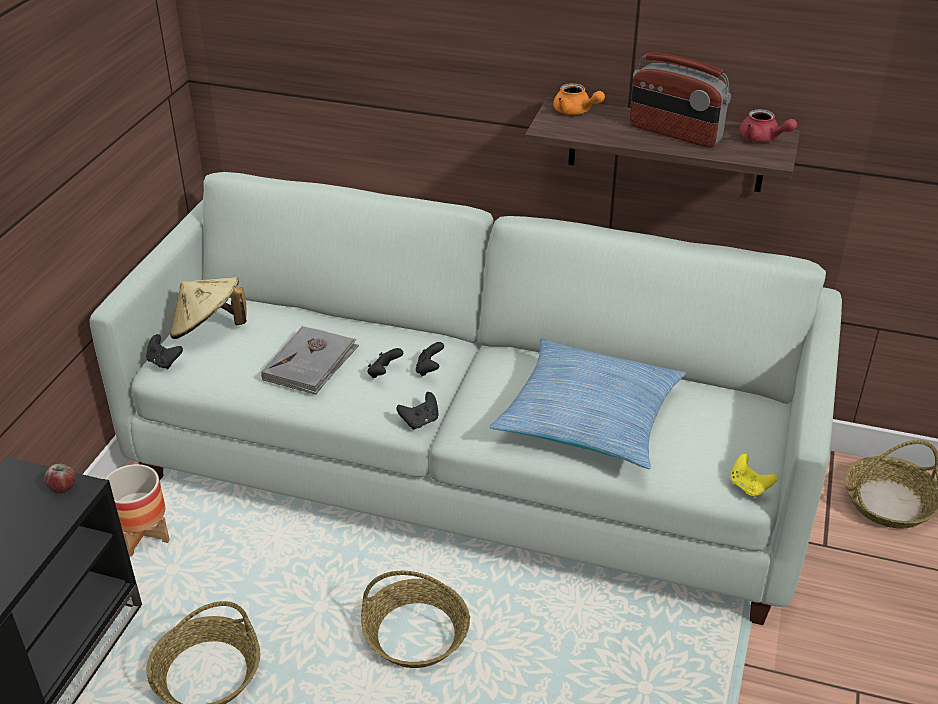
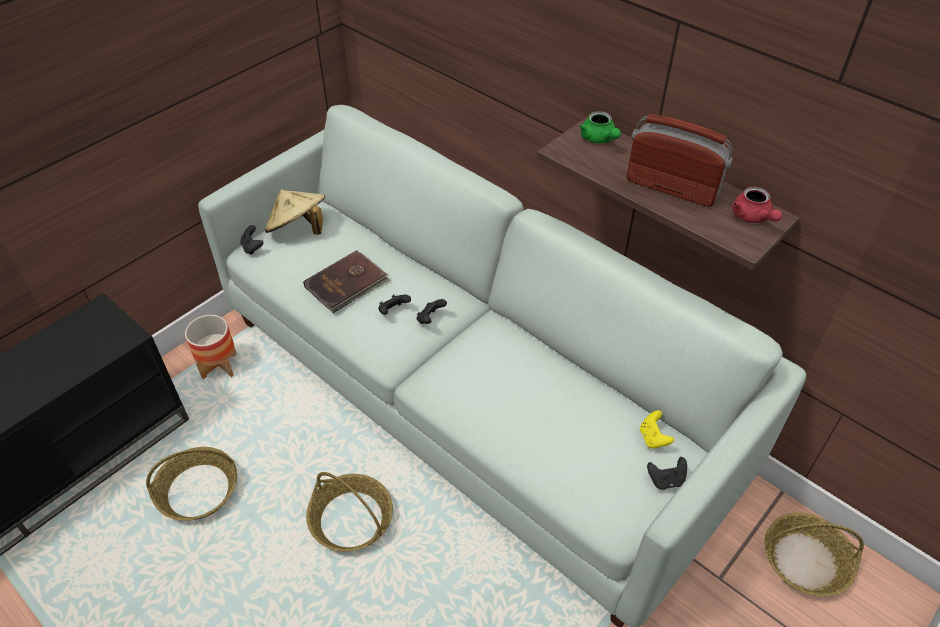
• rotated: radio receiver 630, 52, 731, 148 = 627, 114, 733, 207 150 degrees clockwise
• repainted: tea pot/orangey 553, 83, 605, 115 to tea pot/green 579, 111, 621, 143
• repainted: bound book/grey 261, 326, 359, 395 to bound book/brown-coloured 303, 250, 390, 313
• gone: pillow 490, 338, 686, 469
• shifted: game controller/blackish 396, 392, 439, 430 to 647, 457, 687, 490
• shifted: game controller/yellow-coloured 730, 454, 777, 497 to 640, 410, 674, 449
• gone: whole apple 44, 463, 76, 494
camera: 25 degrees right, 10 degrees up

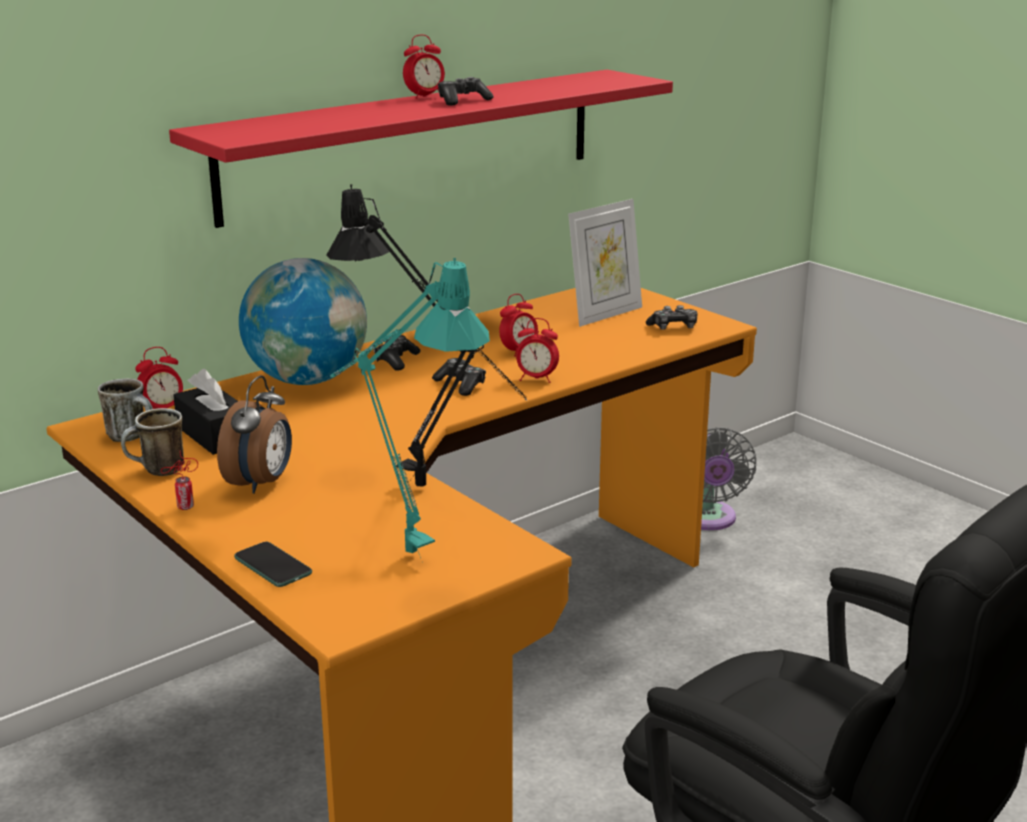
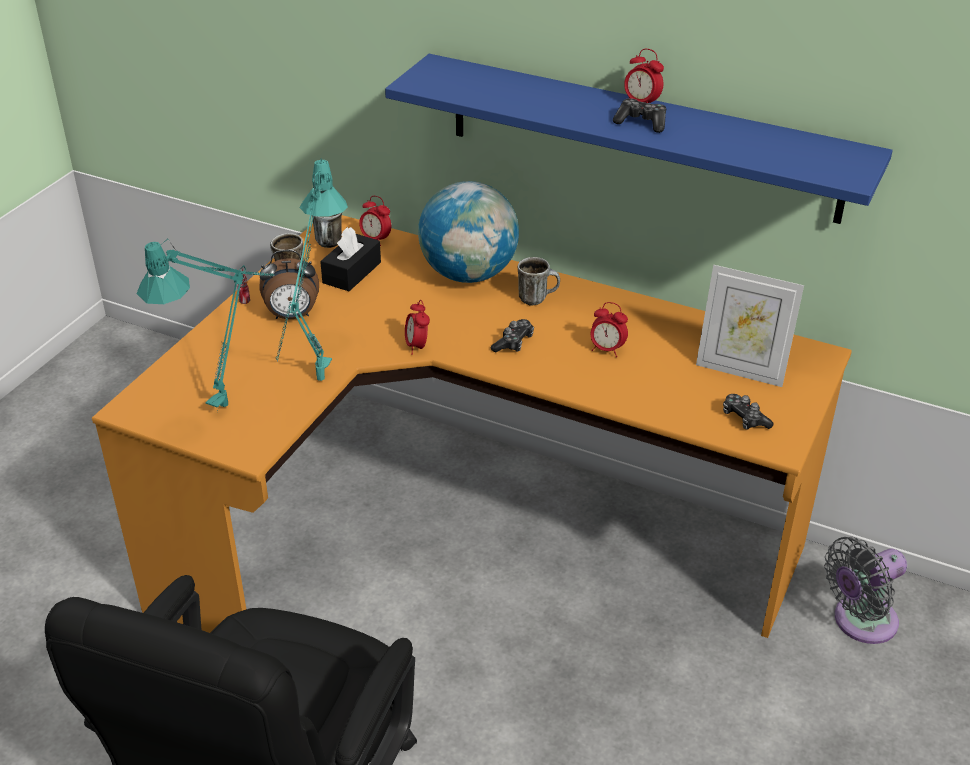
• repainted: shelf/reddish 169, 70, 673, 228 to shelf/blue 385, 54, 893, 224
• repainted: tabletop lamp/blackish 327, 185, 527, 486 to tabletop lamp/turquoise-coloured 276, 159, 348, 381
• shifted: table clock 516, 318, 559, 383 to 405, 300, 430, 355
• swapped: game controller 374, 335, 421, 371 to coffee mug 518, 257, 560, 306
• gone: handset 234, 542, 312, 587
camera: 65 degrees right, 15 degrees up

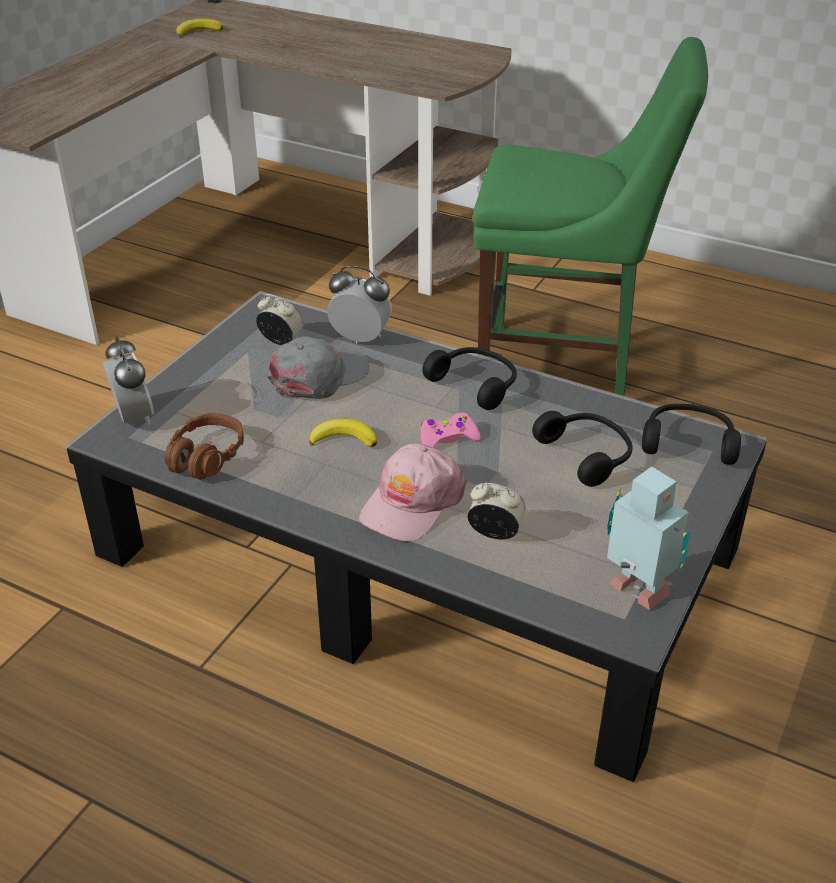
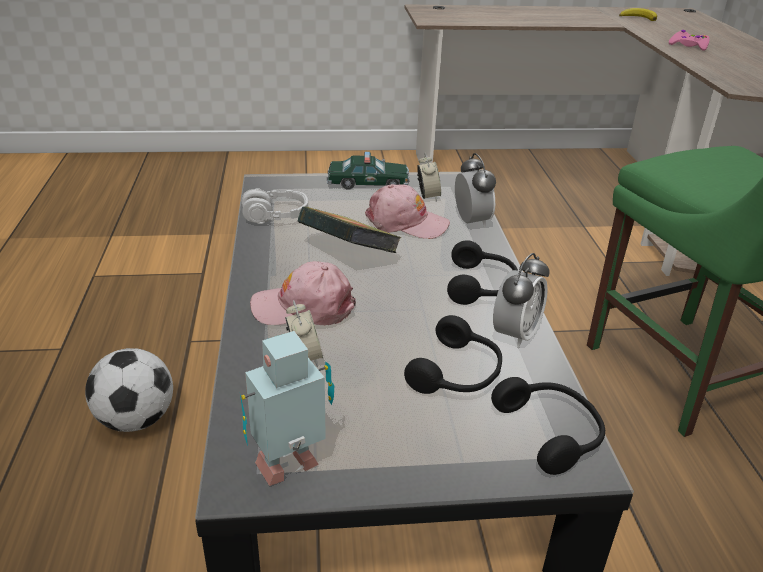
• shifted: table clock 103, 336, 154, 425 to 493, 253, 549, 348
• repainted: peaked cap/grey 267, 336, 369, 399 to peaked cap/pink-coloured 365, 184, 450, 239
• repainted: headset/brown-coloured 164, 413, 244, 480 to headset/grey 241, 188, 308, 224
• shifted: game controller/pink-coloured 421, 413, 481, 448 to 669, 30, 709, 51
• swapped: banana fruit 309, 418, 377, 448 to bound book 298, 206, 401, 253
• rotated: model robot 607, 466, 690, 610 = 240, 331, 334, 486 135 degrees counterclockwise
• new: toy car 327, 152, 409, 190
• new: football 85, 348, 173, 432
camera: 55 degrees right, 5 degrees down

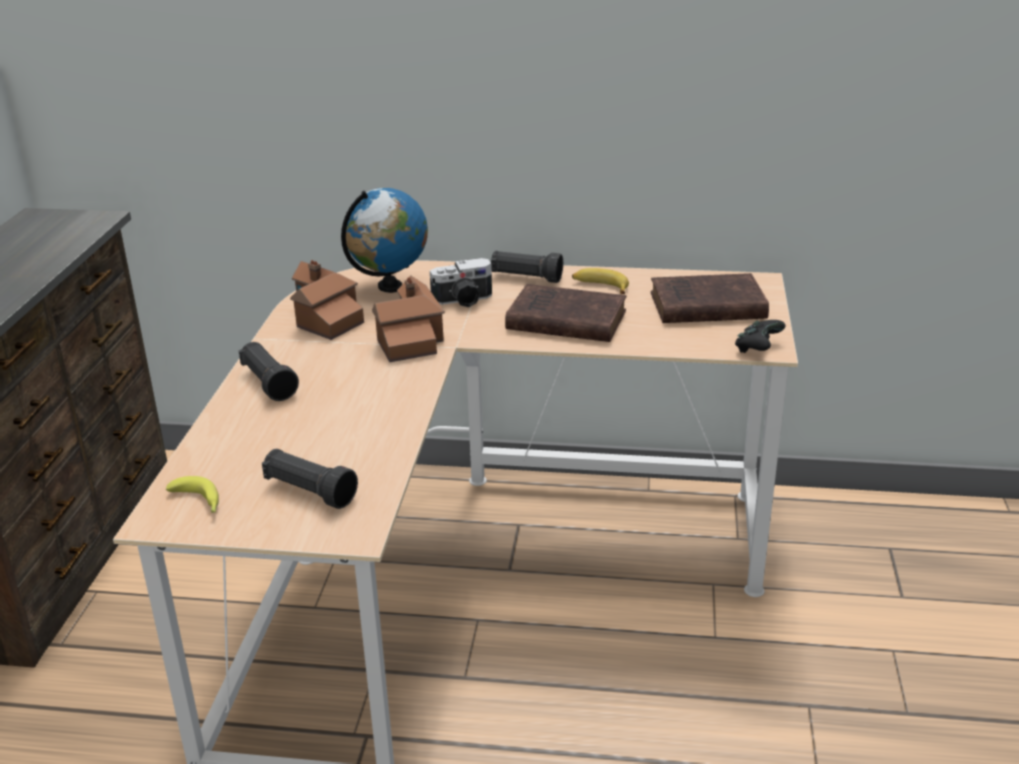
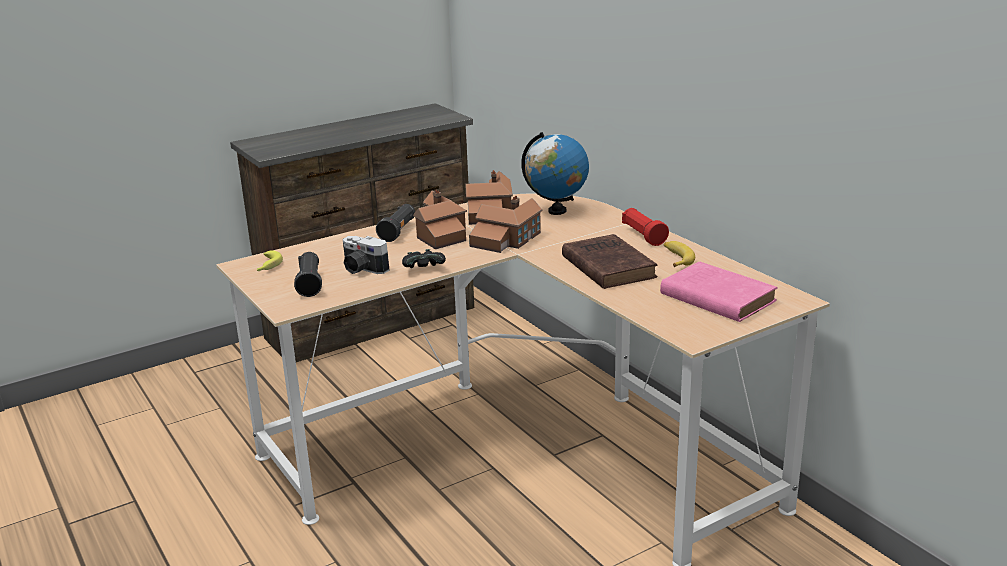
• repainted: torch/blackish 491, 251, 563, 283 to torch/reddish 622, 208, 669, 246
• shifted: photo camera 430, 258, 492, 307 to 343, 236, 390, 274
• repainted: bound book/brown-coloured 651, 273, 769, 323 to bound book/pink-coloured 660, 262, 778, 322
• shifted: game controller/blackish 735, 320, 786, 353 to 402, 249, 446, 268
• new: model house 413, 190, 467, 249
camera: 50 degrees right, 5 degrees down

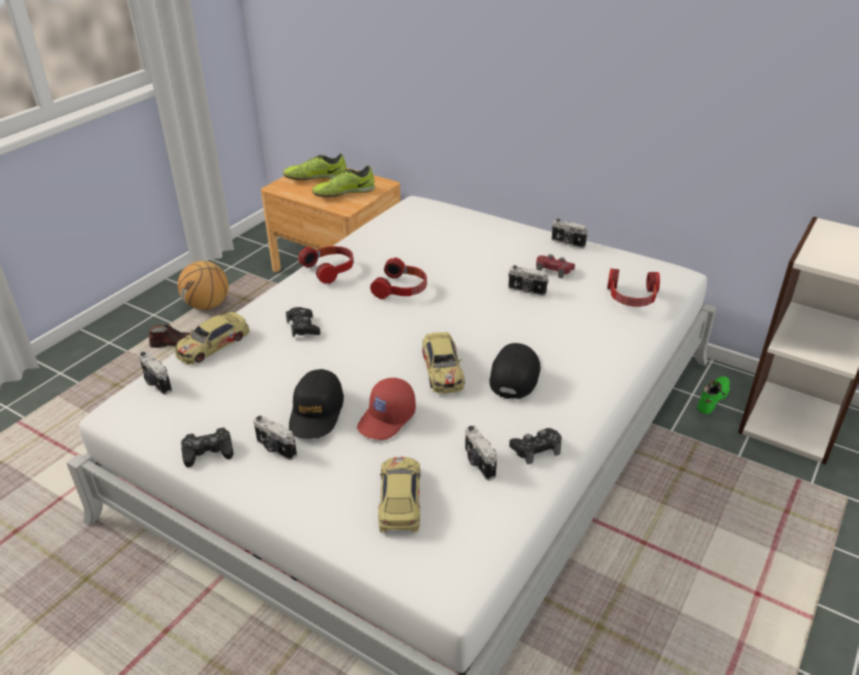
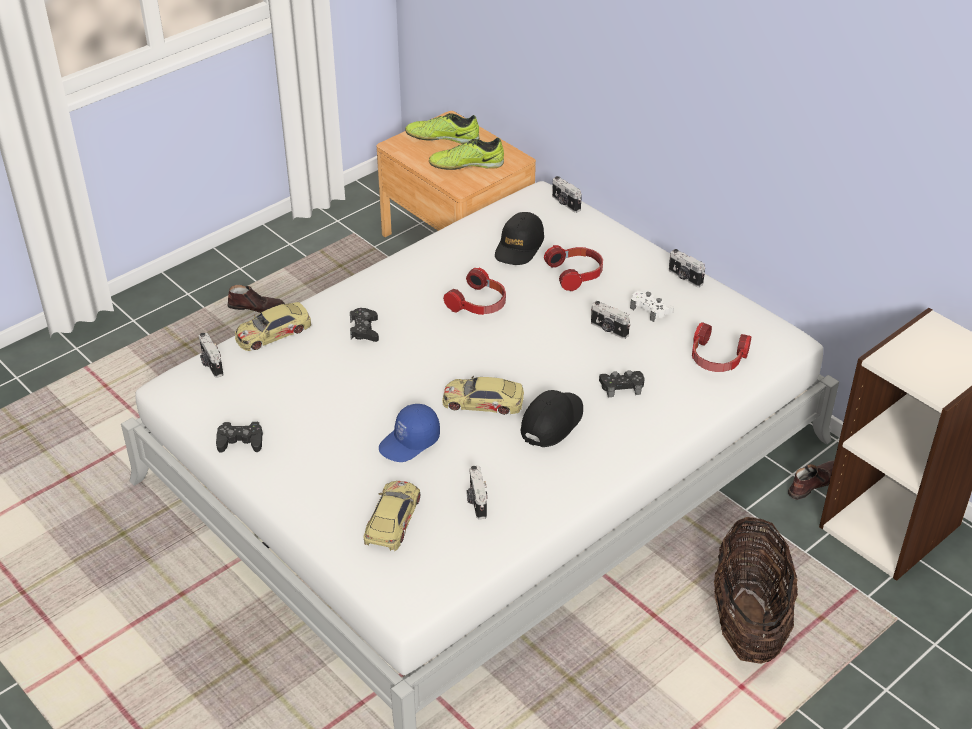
• shifted: headset 298, 246, 354, 284 to 544, 245, 603, 291
• repainted: game controller/reddish 536, 254, 575, 278 to game controller/whitish 630, 290, 674, 322
• gone: ball for basketball 178, 261, 228, 310
• rotated: toy car 422, 332, 465, 394 = 442, 376, 524, 415 90 degrees clockwise
• shifted: peaked cap/blackish 289, 369, 344, 439 to 495, 212, 544, 265
• repainted: item of footwear/green 697, 376, 731, 414 to item of footwear/brown-coloured 788, 461, 834, 500
• repainted: peaked cap/reddish 357, 378, 416, 440 to peaked cap/blue 379, 404, 440, 462
• shifted: photo camera 253, 415, 297, 460 to 552, 176, 582, 213
• shifted: game controller/blackish 509, 428, 562, 465 to 599, 370, 645, 397
• new: storage basket 714, 517, 798, 664
camera: 15 degrees right, 5 degrees up

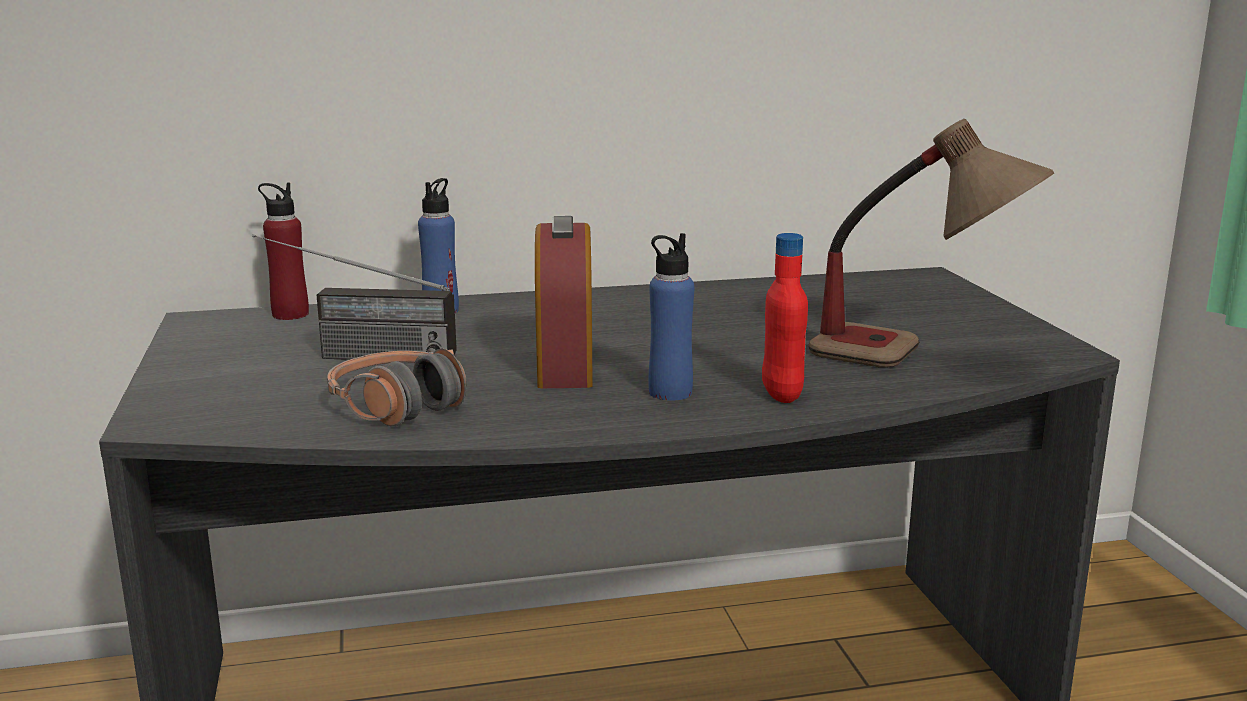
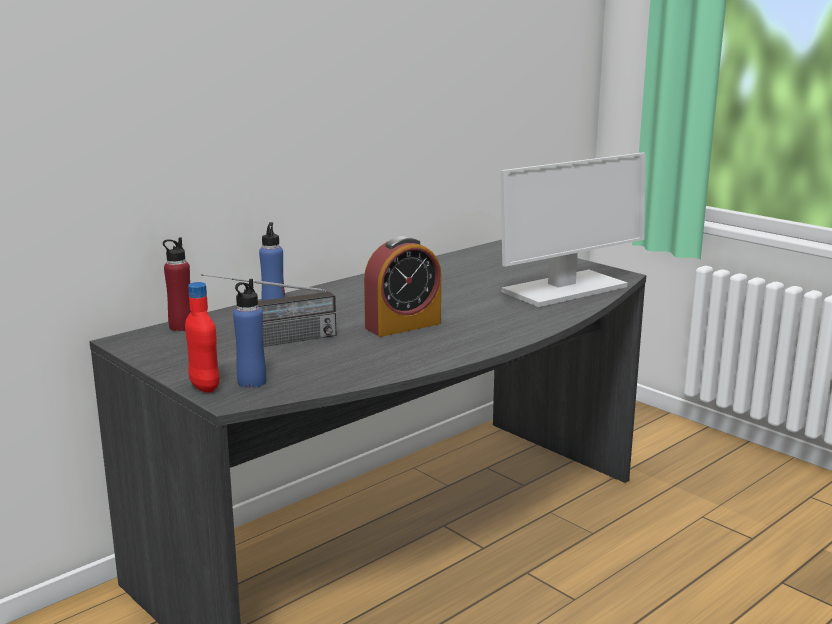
• swapped: tabletop lamp 808, 119, 1054, 368 to monitor 500, 153, 646, 307
• rotated: table clock 535, 216, 593, 388 = 364, 236, 441, 337 90 degrees counterclockwise
• shifted: beverage bottle/blue 648, 233, 694, 401 to 233, 279, 266, 388
• shifted: beverage bottle/reddish 762, 233, 808, 403 to 185, 282, 219, 392
• gone: headset 327, 349, 467, 426
camera: 30 degrees left, 0 degrees up

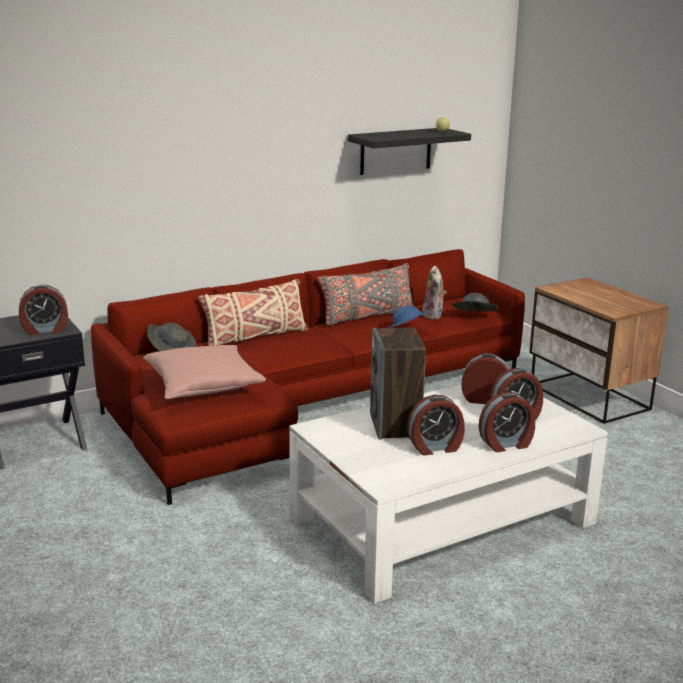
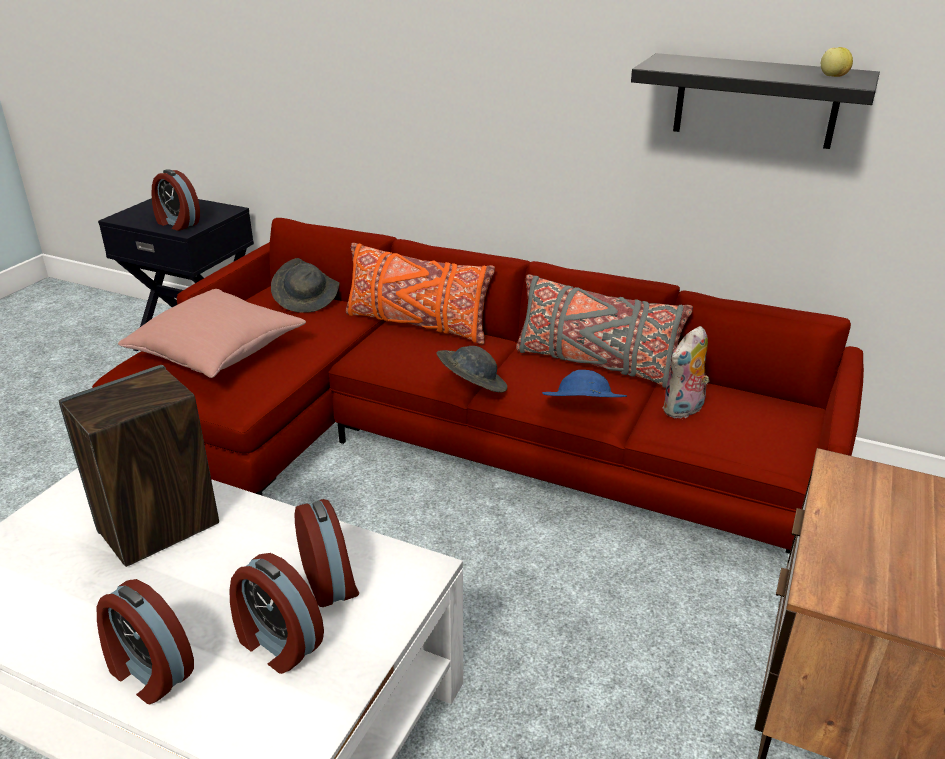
• repainted: pillow/beige 198, 279, 308, 346 to pillow/orangey 346, 243, 495, 344
• shifted: clothing hat/grey 452, 293, 498, 312 to 437, 346, 507, 392
• gone: table clock 407, 395, 465, 455
camera: 55 degrees right, 10 degrees up

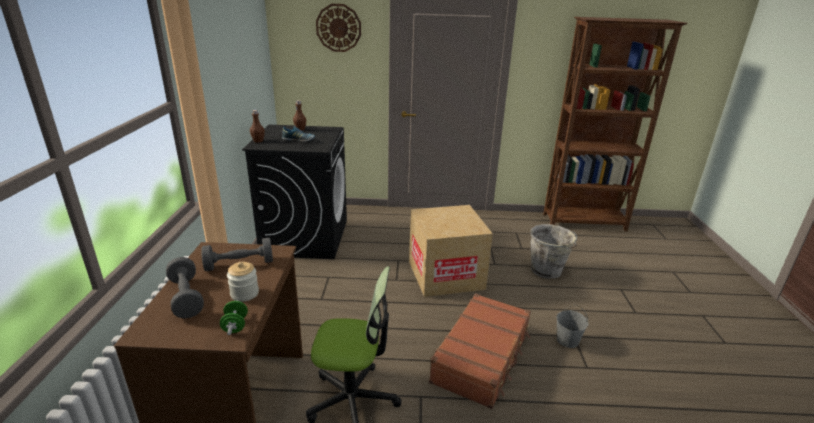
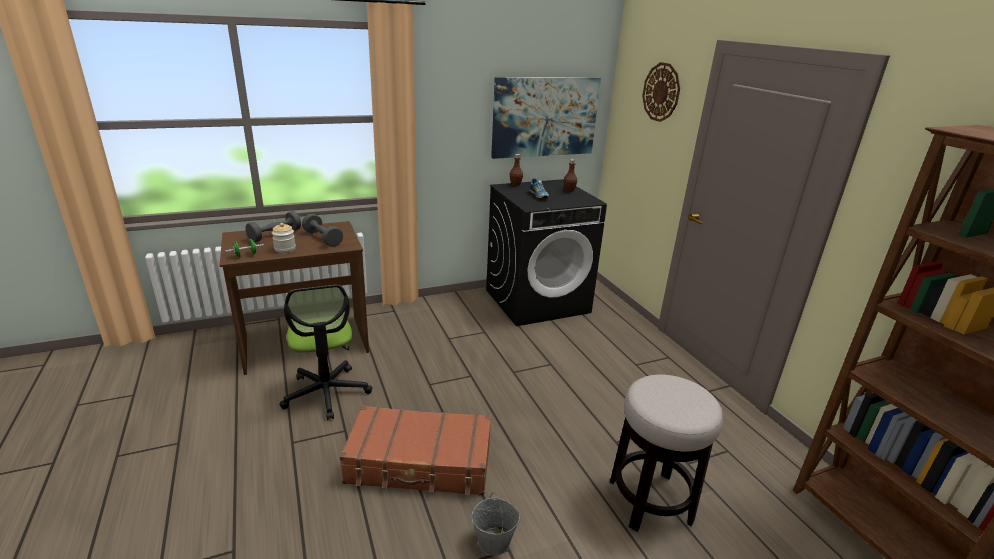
• gone: cardboard box 409, 205, 493, 297
• swapped: pail/grey 530, 224, 577, 279 to stool seat 610, 374, 723, 532
• new: wall picture 491, 77, 601, 159
camera: 65 degrees right, 0 degrees up

